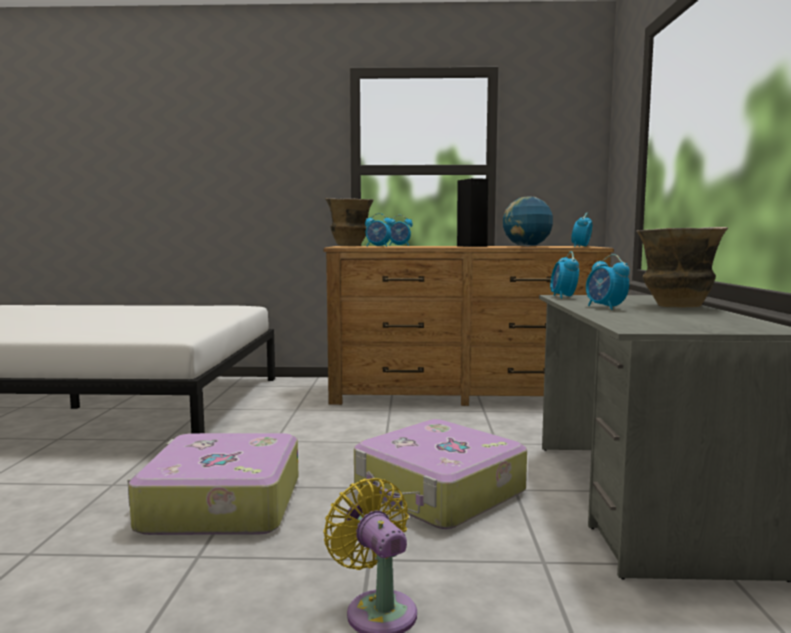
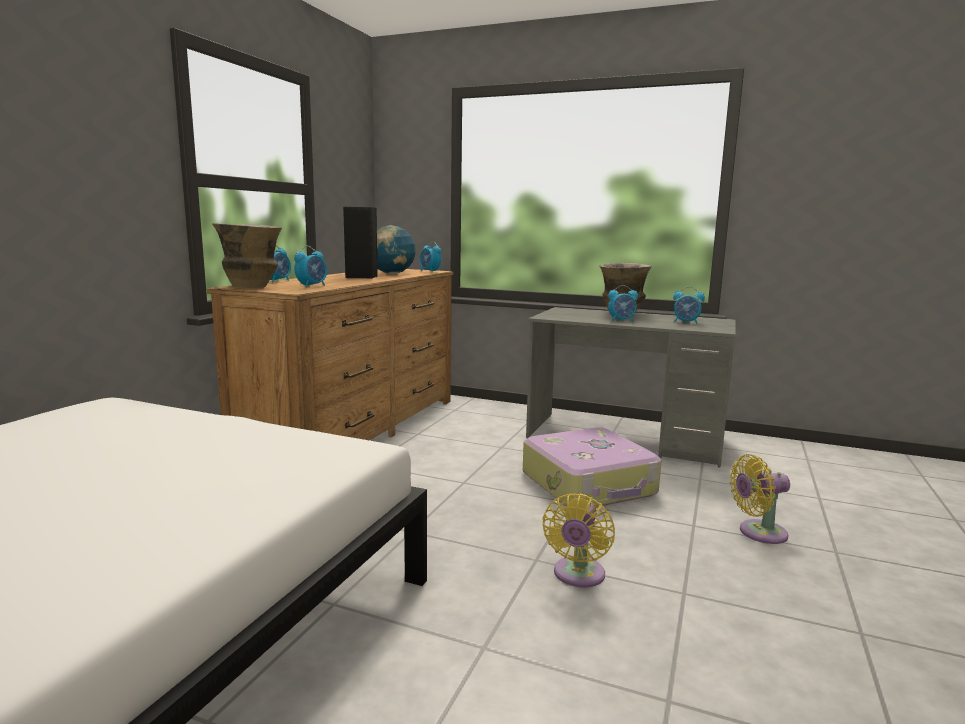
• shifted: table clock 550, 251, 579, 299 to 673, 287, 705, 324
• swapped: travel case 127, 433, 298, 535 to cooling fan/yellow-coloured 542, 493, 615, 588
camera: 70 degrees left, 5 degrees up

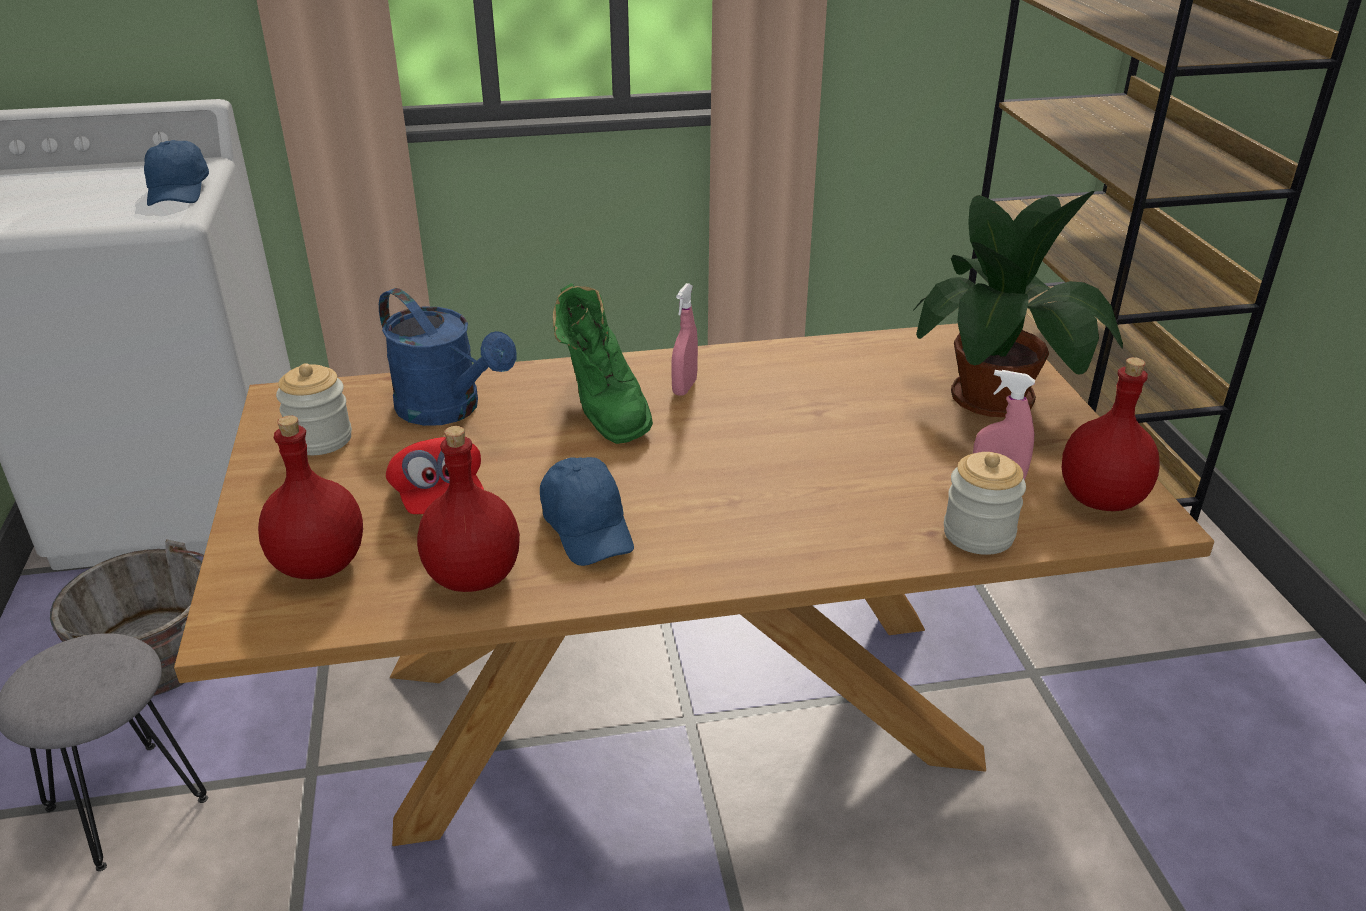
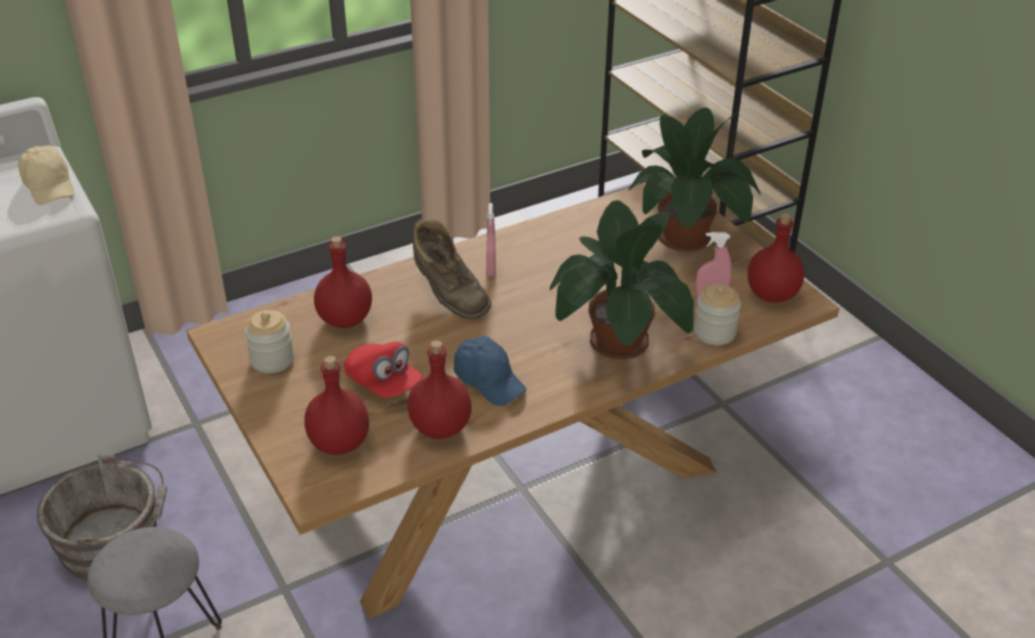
• repainted: peaked cap/blue 144, 140, 209, 206 to peaked cap/beige 18, 146, 74, 205
• repainted: boot/green 553, 283, 653, 444 to boot/brown-coloured 413, 219, 491, 320
• swapped: sprinkling can/blue 379, 288, 517, 426 to beverage bottle/reddish 314, 236, 372, 328
• new: potted plant 550, 200, 694, 359
camera: 20 degrees left, 5 degrees up

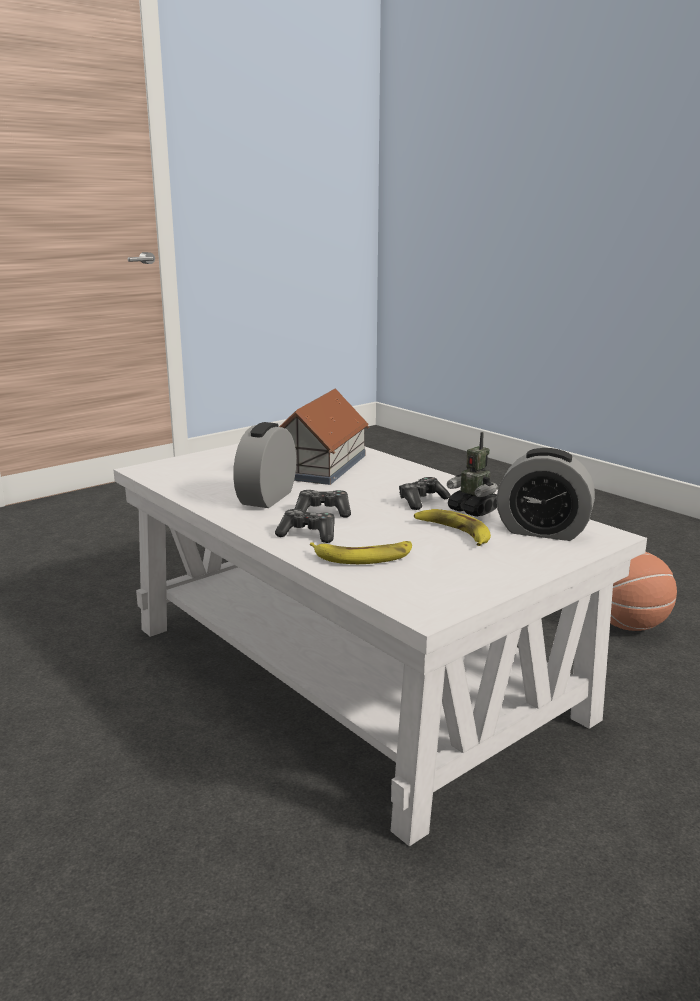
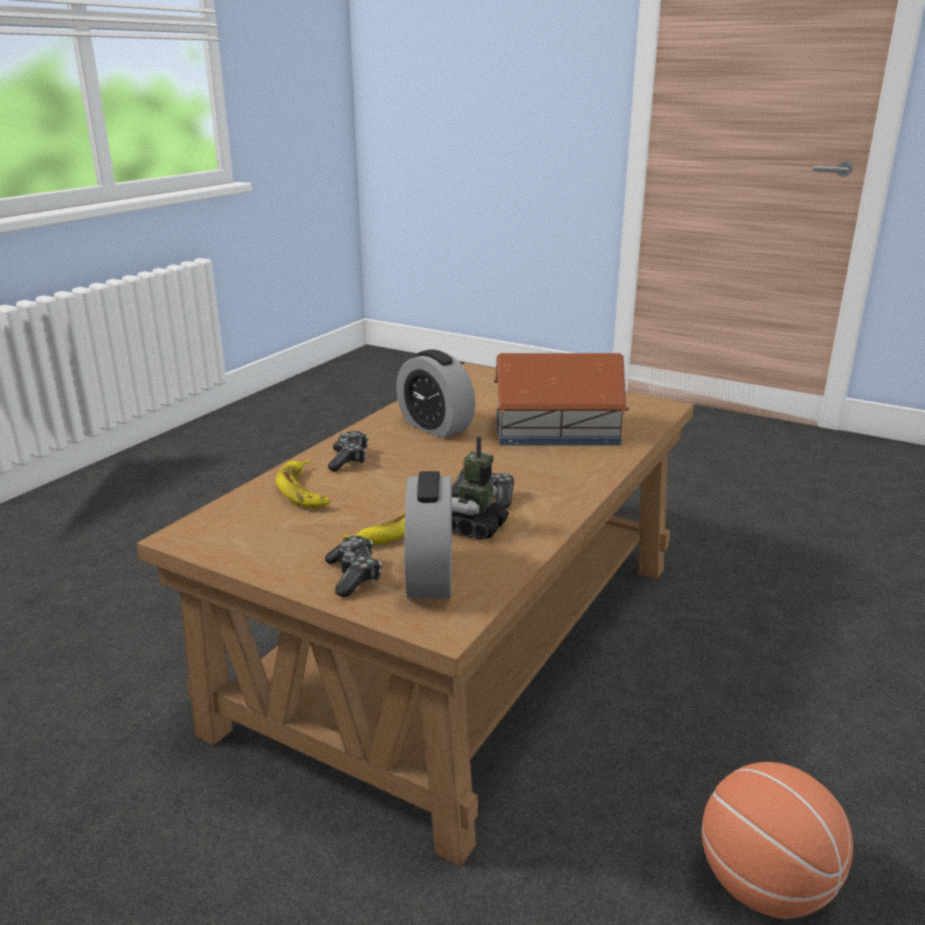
• rotated: table clock 233, 422, 296, 508 = 396, 349, 476, 438 135 degrees counterclockwise
• repainted: lounge table/whitish 114, 443, 647, 846 to lounge table/brown-coloured 136, 363, 694, 867
• shifted: game controller 295, 490, 351, 517 to 325, 536, 381, 597
camera: 70 degrees right, 5 degrees up

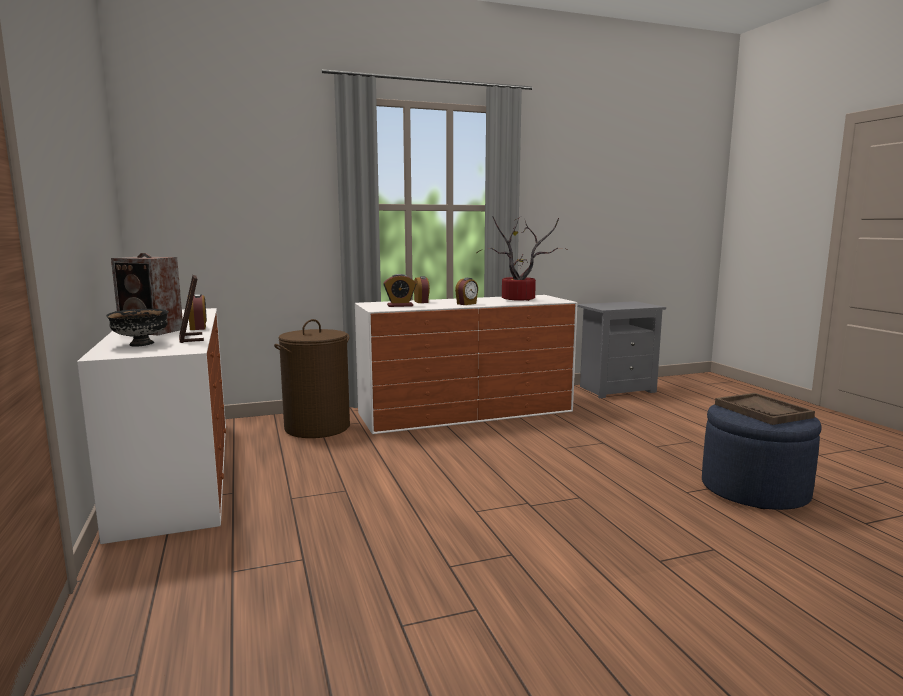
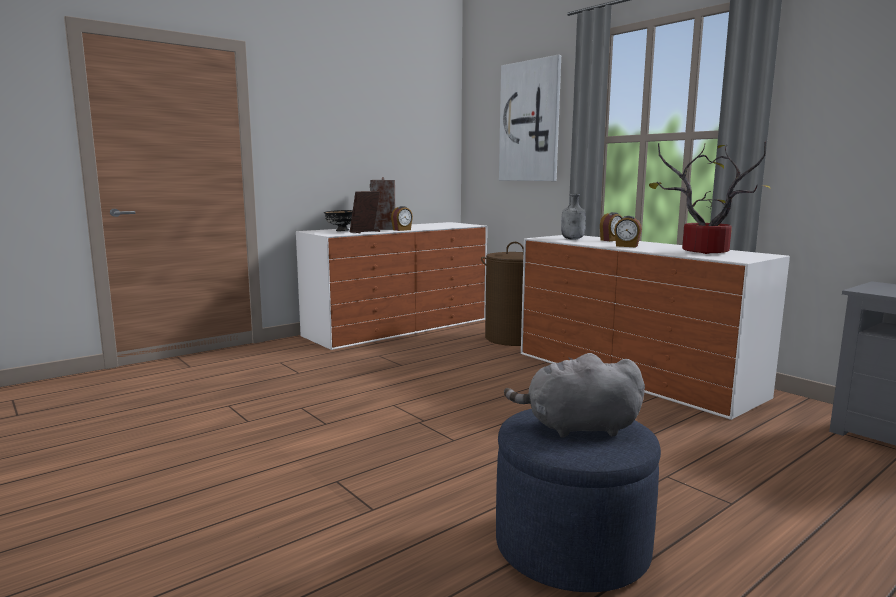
• swapped: table clock 383, 274, 416, 307 to beverage bottle/grey 561, 194, 586, 240
• swapped: carrying tray/brown-coloured 715, 393, 815, 425 to plush toy/grey 504, 353, 645, 438
• new: wall picture 499, 55, 561, 181
camera: 70 degrees right, 0 degrees up

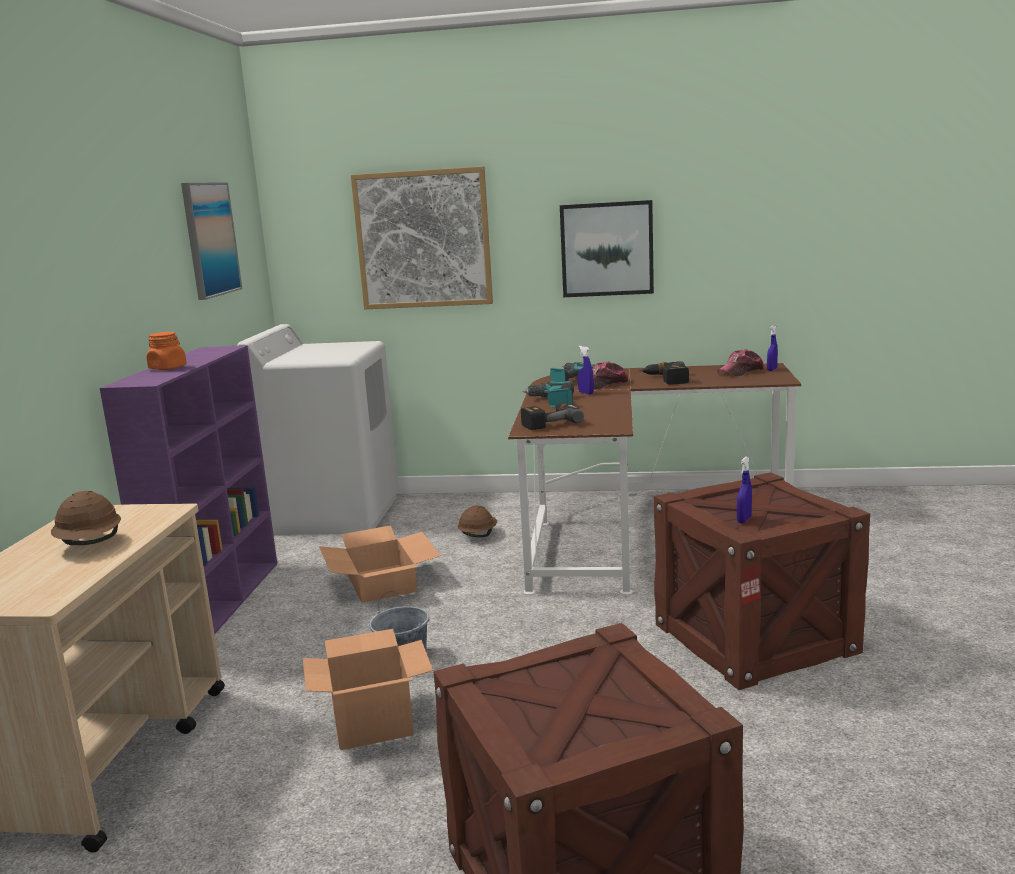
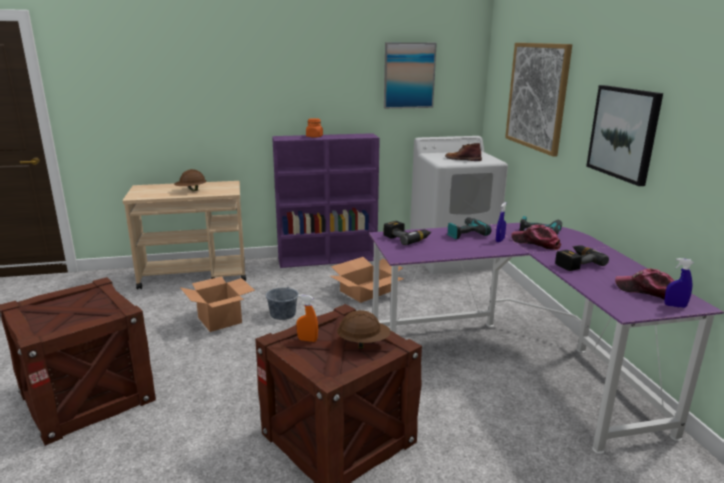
• repainted: desk/brown-coloured 508, 363, 801, 595 to desk/purplish 369, 223, 723, 454
• repainted: spray bottle/blue 737, 457, 752, 523 to spray bottle/orangey 296, 294, 318, 342
• shifted: work helmet/brown-coloured 458, 506, 497, 537 to 337, 310, 391, 349
• new: boot/brown-coloured 445, 143, 482, 161
camera: 70 degrees right, 5 degrees up

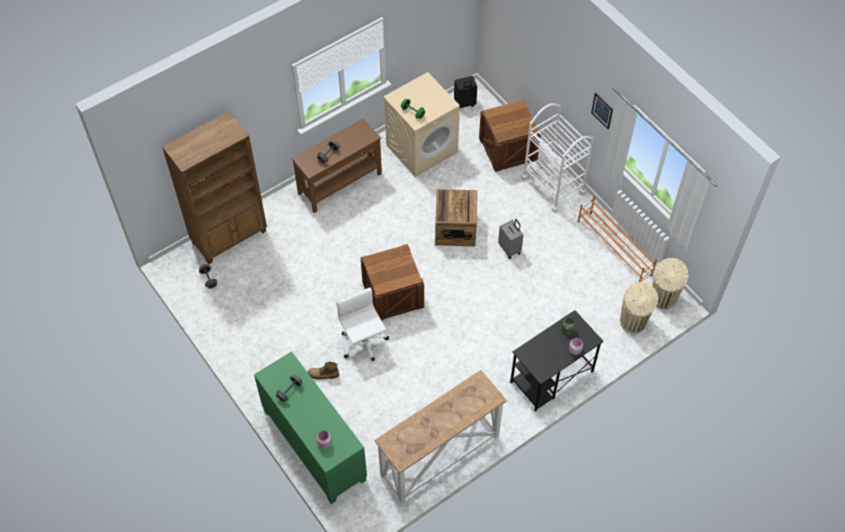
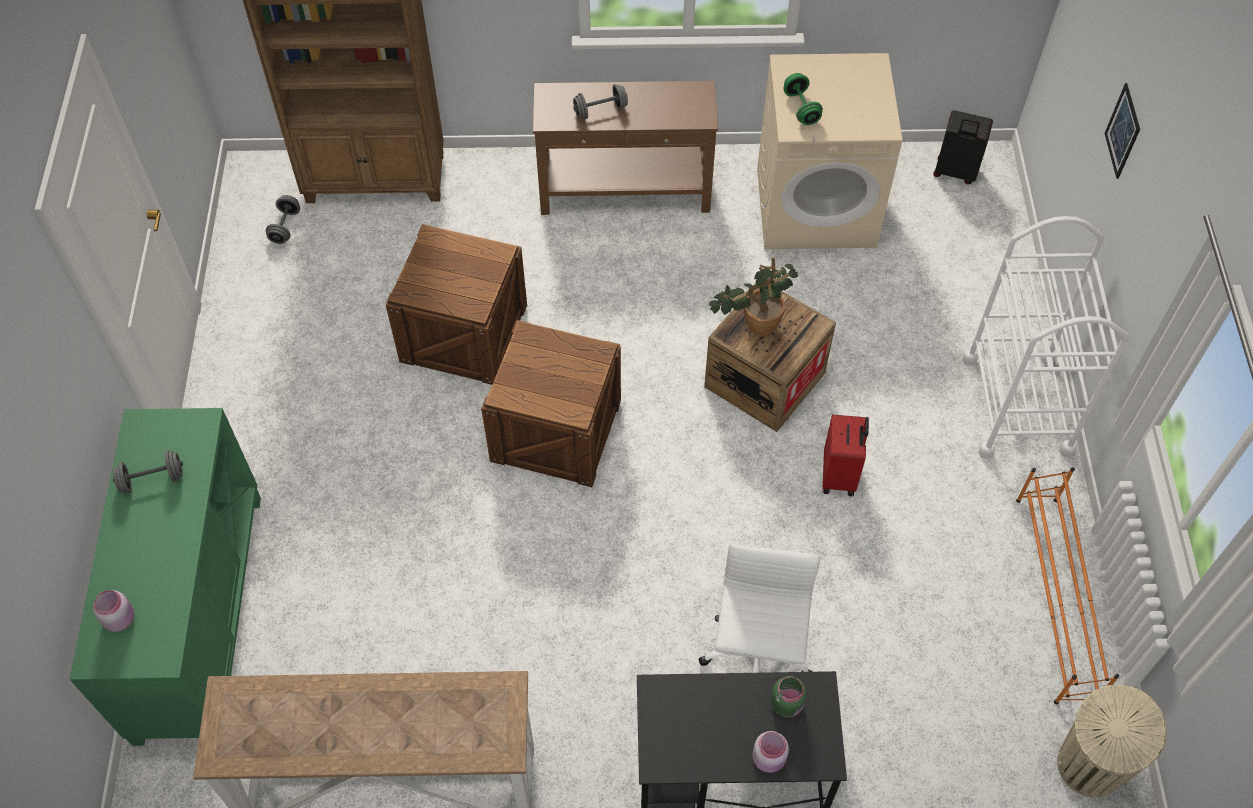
• shifted: wall picture 591, 93, 613, 130 to 1104, 83, 1140, 179
• shifted: crate 479, 100, 541, 172 to 386, 224, 527, 385
• repainted: travel case/grey 498, 219, 524, 259 to travel case/reddish 823, 414, 869, 496
• gone: waste bin/beige 620, 282, 658, 333
• shifted: desk chair/whitish 337, 287, 389, 361 to 698, 543, 820, 673
• gone: boot 308, 362, 339, 380
• new: potted plant 709, 257, 799, 336
camera: 35 degrees right, 0 degrees up

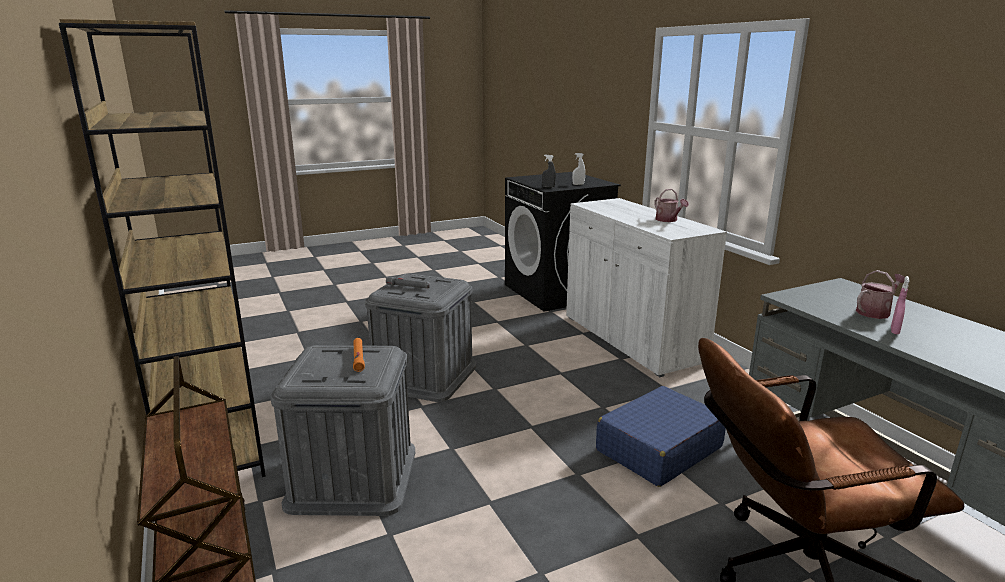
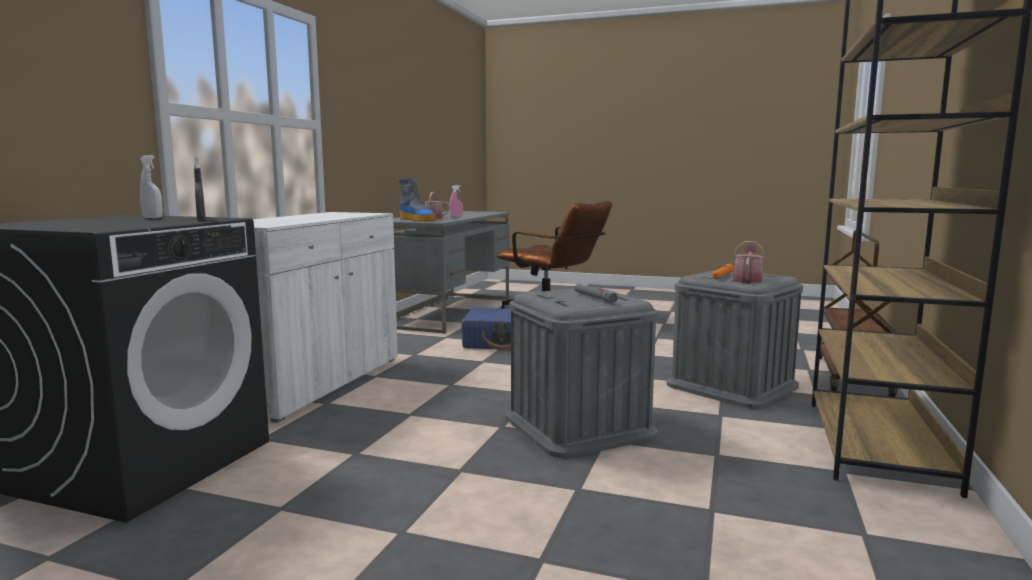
• shifted: sprinkling can 654, 189, 689, 222 to 733, 241, 765, 283
• new: boot 399, 179, 436, 222
camera: 135 degrees left, 10 degrees down

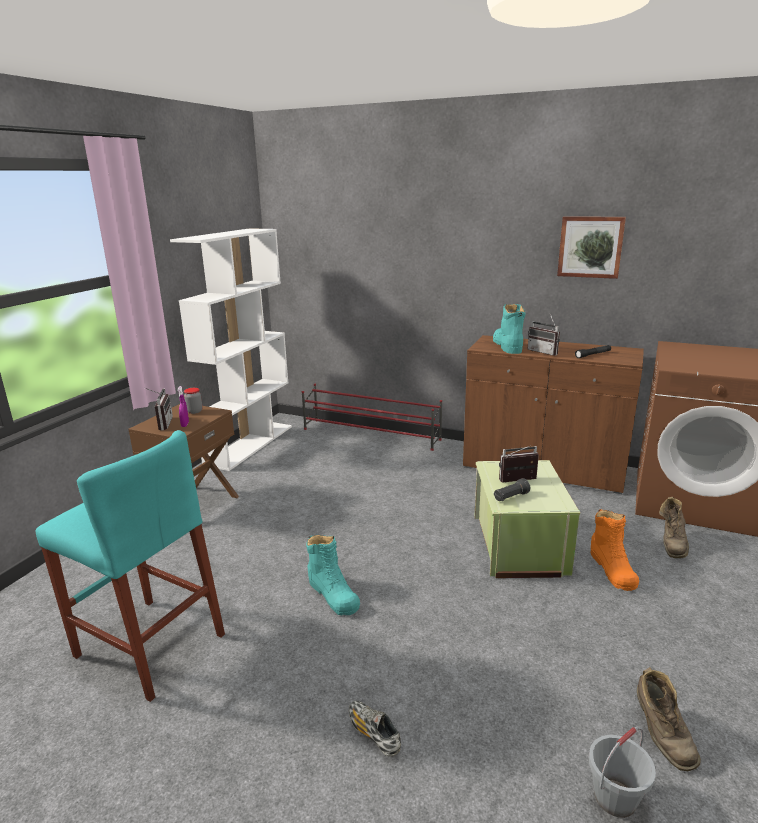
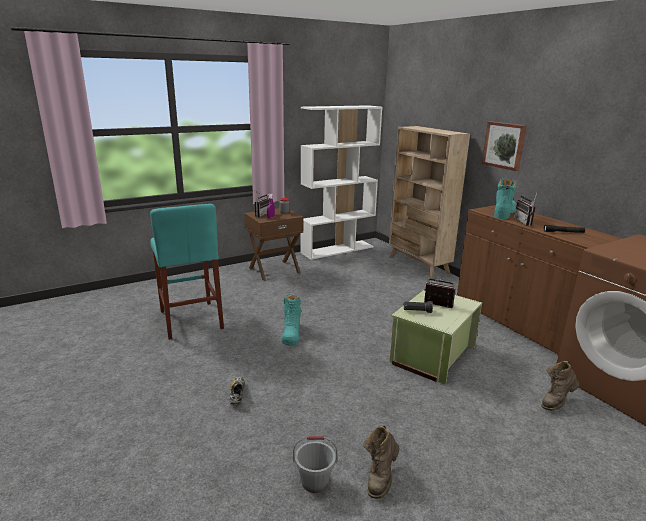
• shifted: wall picture 557, 216, 626, 279 to 482, 121, 527, 171
• swapped: shoe stand/reddish 302, 384, 442, 451 to bookcase/beige 389, 126, 470, 279
• gone: boot/orangey 590, 509, 639, 591
camera: 35 degrees right, 0 degrees up

